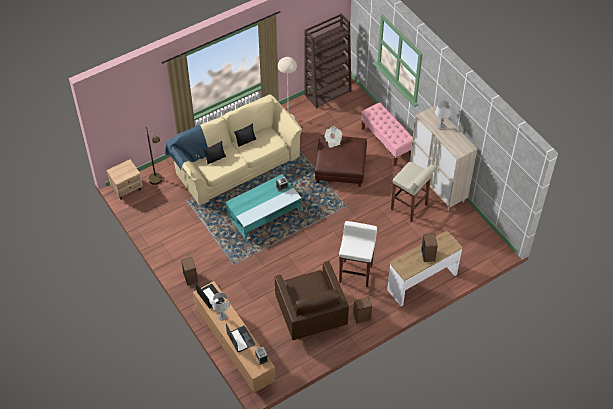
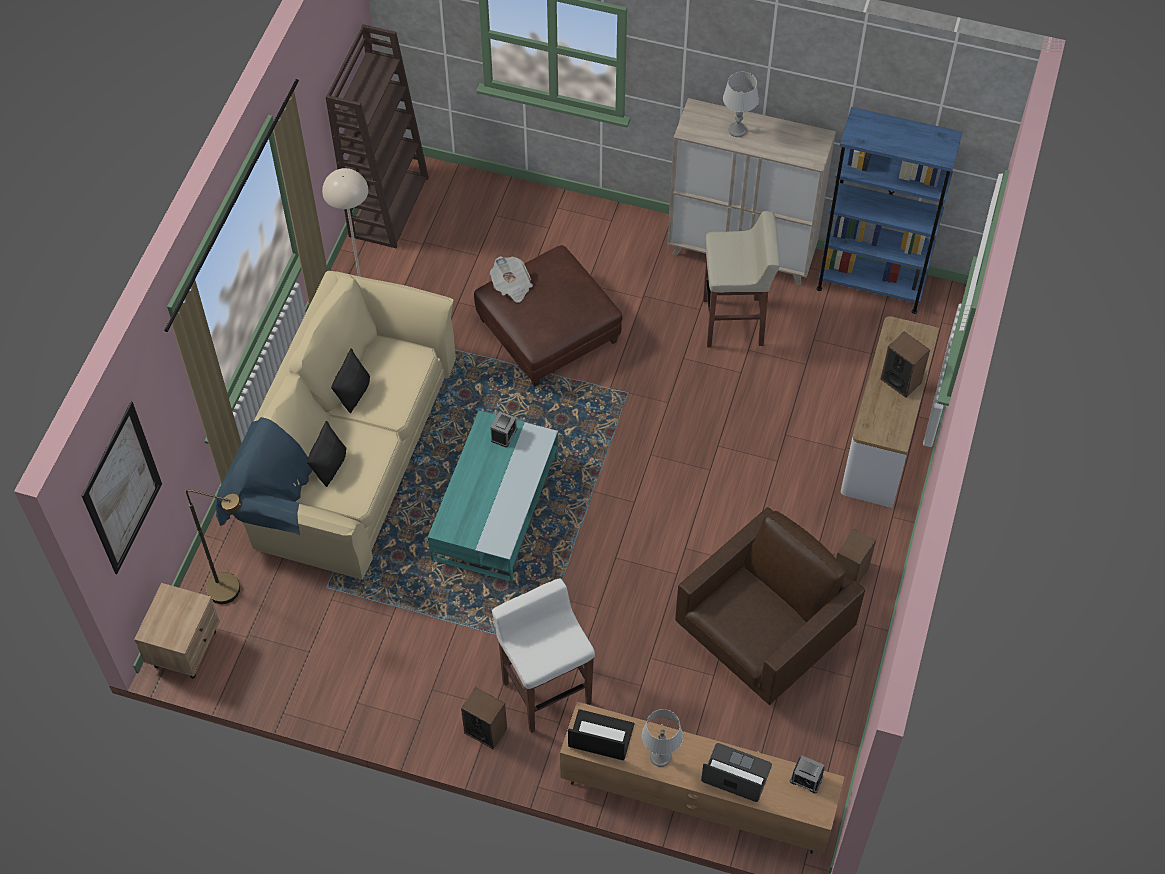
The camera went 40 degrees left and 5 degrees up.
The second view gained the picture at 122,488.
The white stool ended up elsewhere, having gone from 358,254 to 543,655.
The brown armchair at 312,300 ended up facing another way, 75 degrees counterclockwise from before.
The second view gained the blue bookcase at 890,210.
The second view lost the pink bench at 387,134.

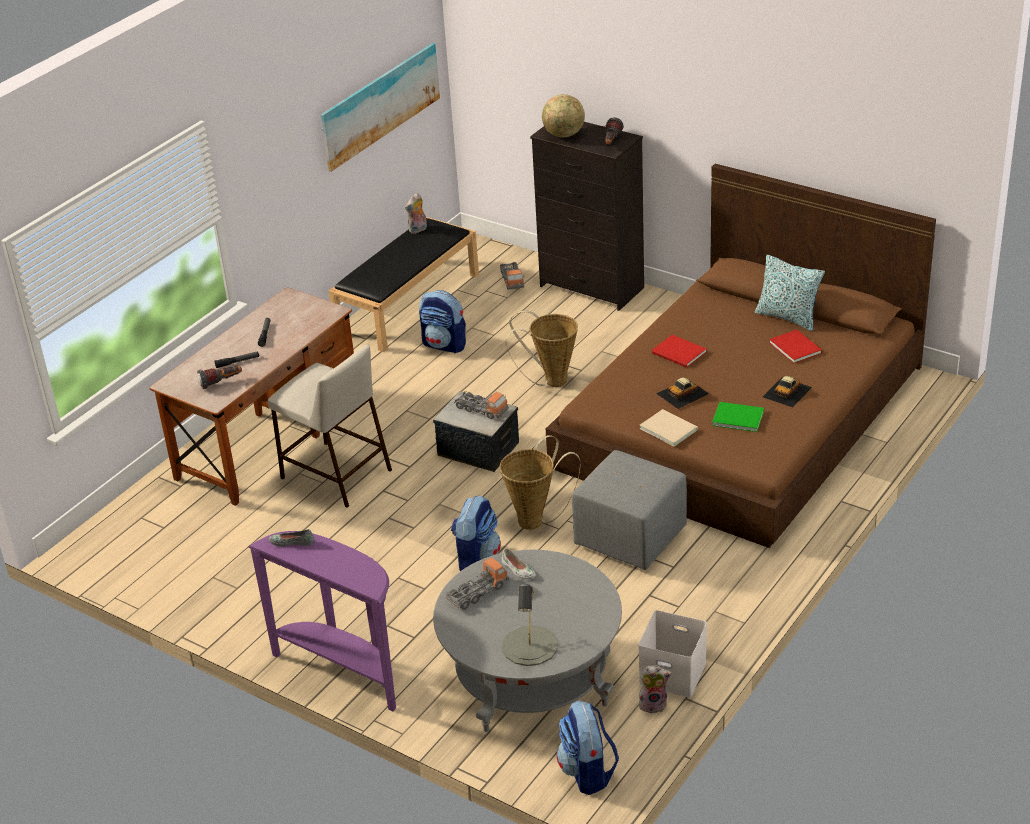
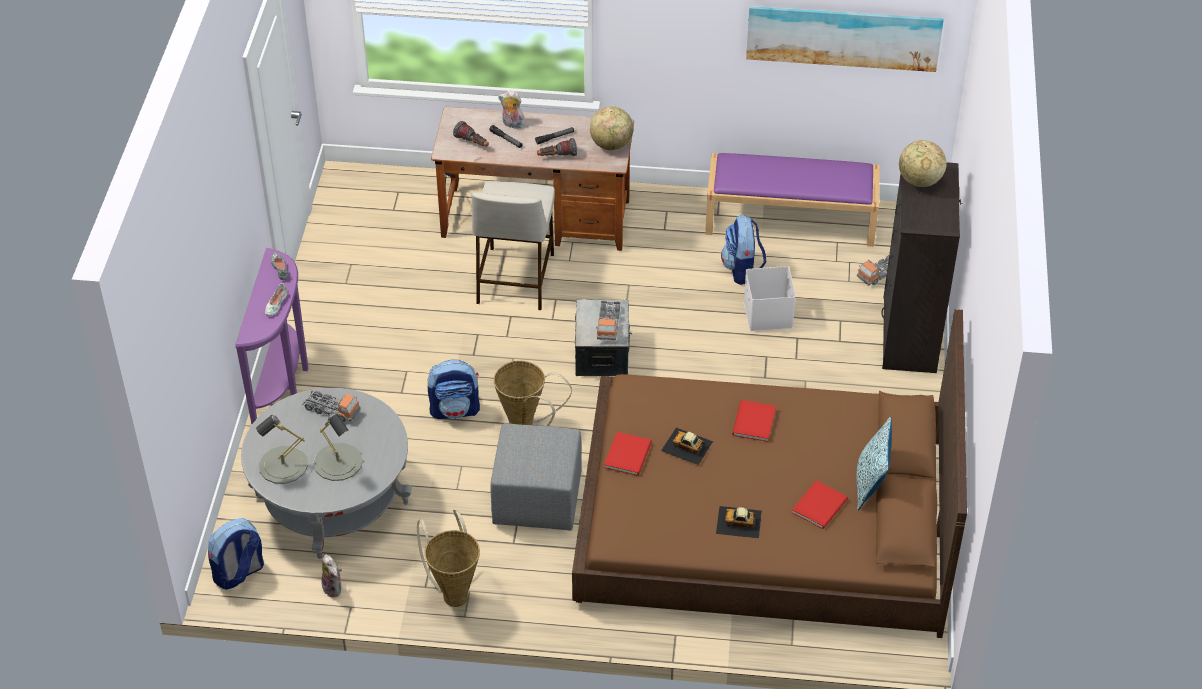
The camera went 60 degrees right and 10 degrees up.
The white shoe ended up elsewhere, having gone from 519,563 to 276,299.
The second view gained the grey table lamp at 338,447.
The basket ended up elsewhere, having gone from 541,348 to 448,558.
The plush toy ended up elsewhere, having gone from 416,213 to 512,109.
The flashlight ended up elsewhere, having gone from 614,130 to 557,147.
The second view gained the globe at 612,128.
What was the beige book at 669,428 turned into the red book at 628,454.
What was the black bench at 404,284 turned into the purple bench at 792,200.
The white storage box ended up elsewhere, having gone from 672,654 to 769,299.
The second view lost the green book at 738,417.

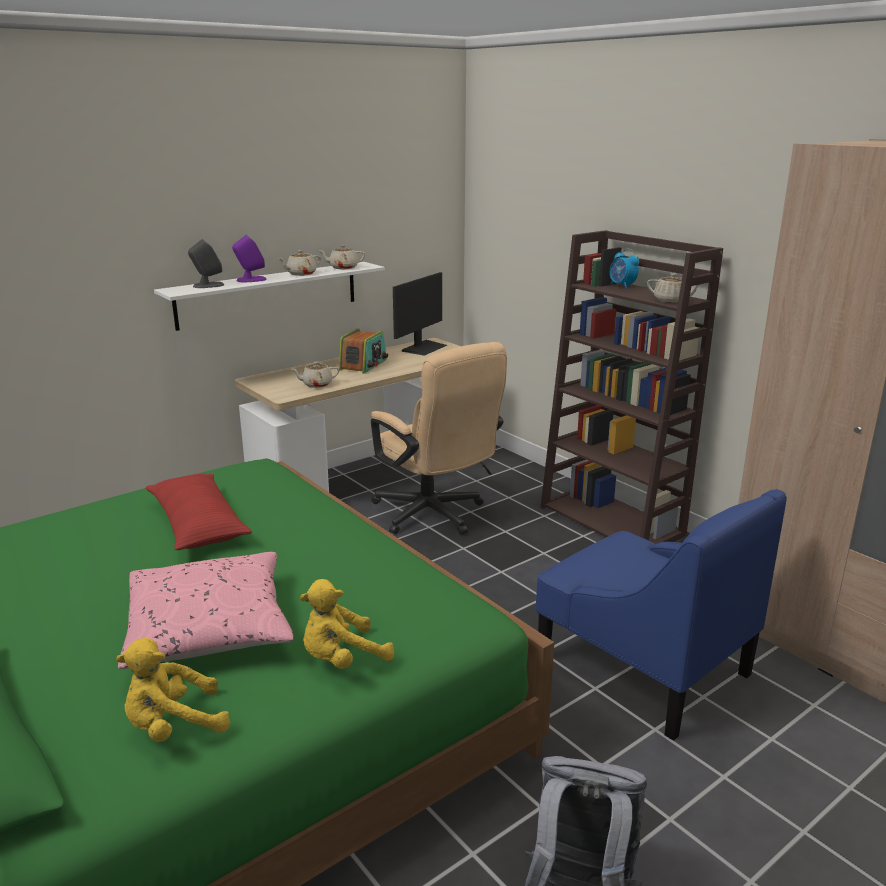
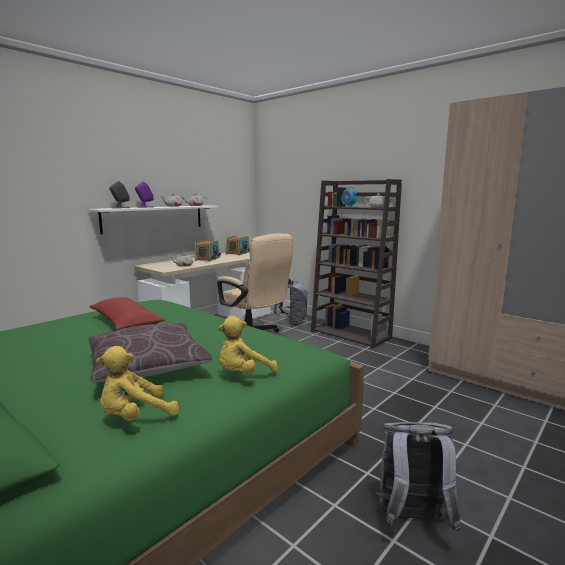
The camera went 10 degrees left and 10 degrees down.
What was the pink pillow at 205,610 turned into the brown pillow at 150,353.
Where the monitor stood at 420,314, the radio came to stand at 237,245.
The second view gained the grey backpack at 291,302.
The second view lost the blue armchair at 661,615.

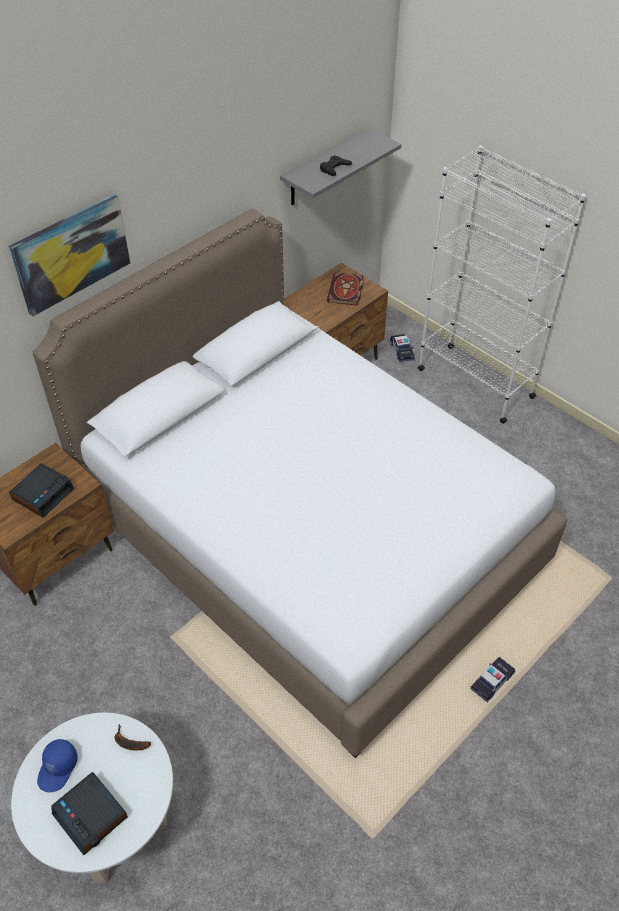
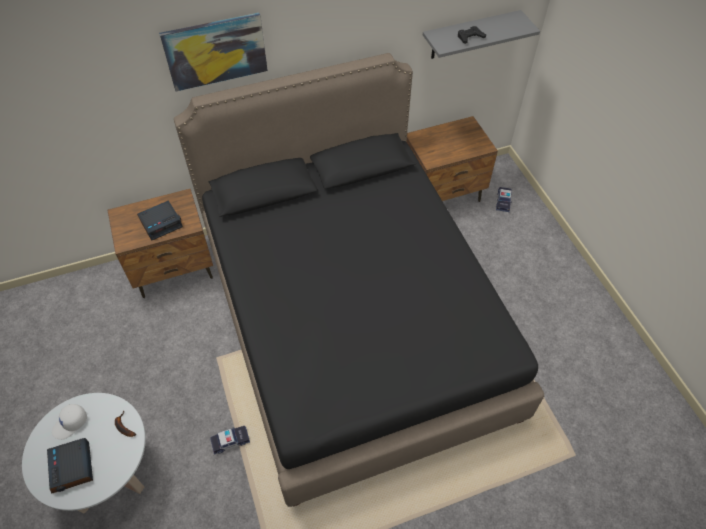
The camera went 25 degrees right and 5 degrees up.
What was the blue cap at 57,765 turned into the white cap at 69,422.
What was the white bed at 300,483 turned into the black bed at 359,280.
The toy car ended up elsewhere, having gone from 492,679 to 230,440.
The second view lost the book at 345,289.
The second view lost the white bookcase at 502,285.

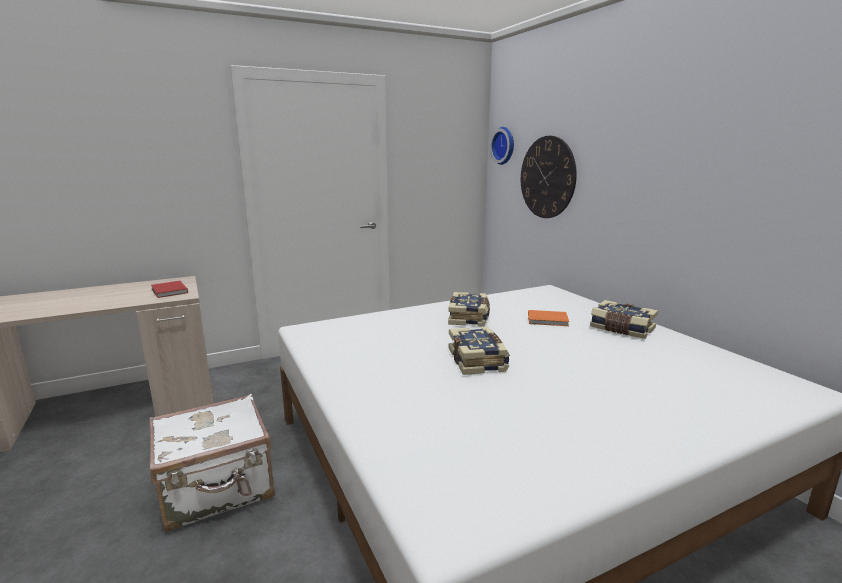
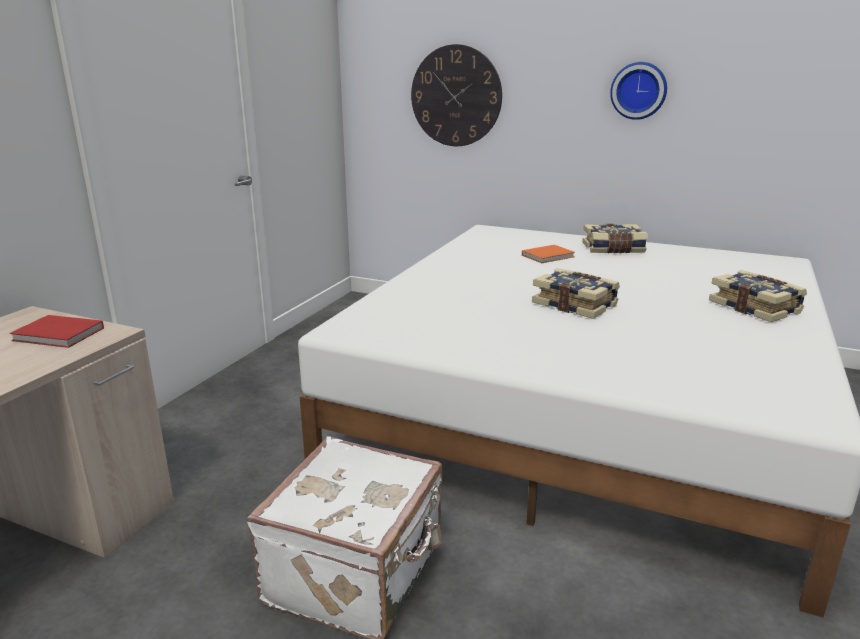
The camera went 40 degrees left and 5 degrees up.
The wall clock ended up elsewhere, having gone from 502,146 to 638,91.
The book ended up elsewhere, having gone from 469,309 to 758,296.

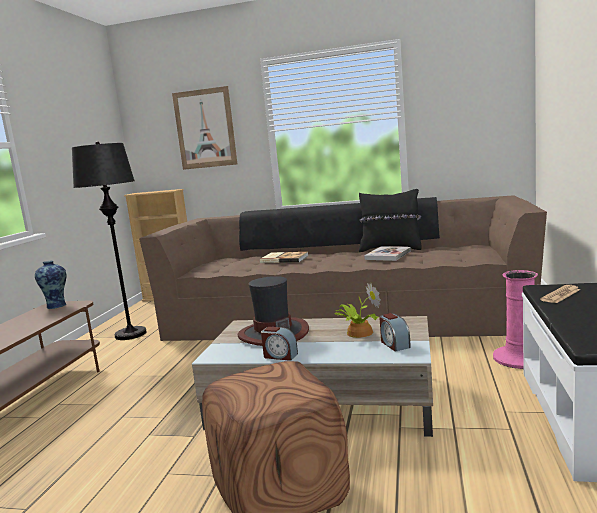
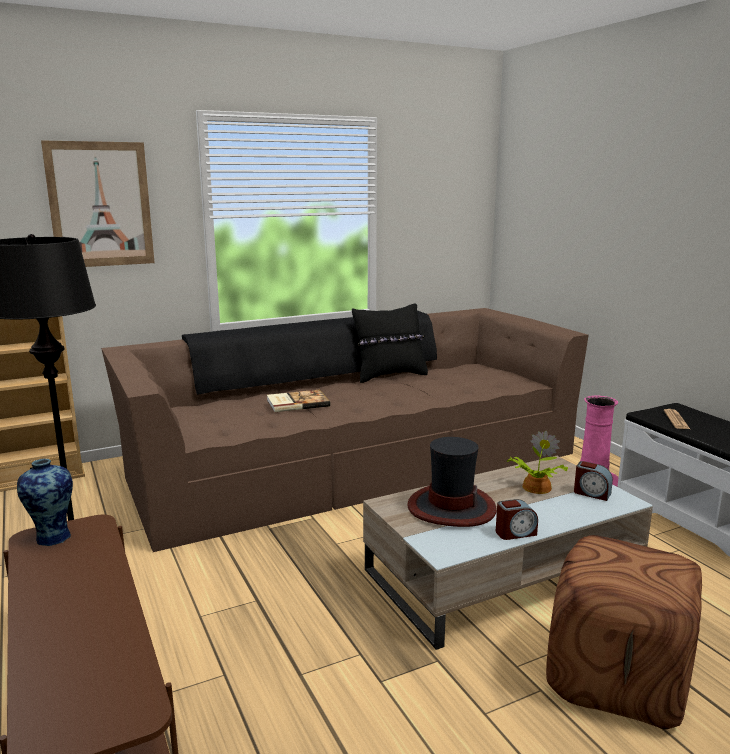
The camera went 40 degrees left and 5 degrees up.
The second view lost the book at 387,253.

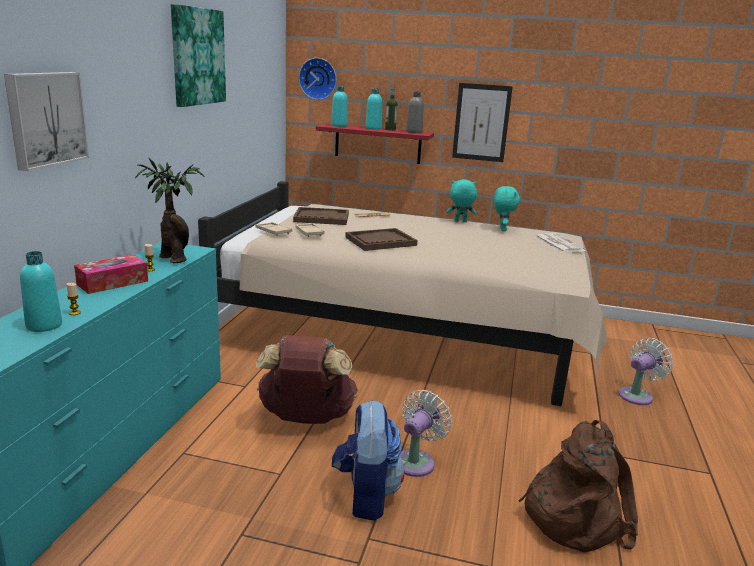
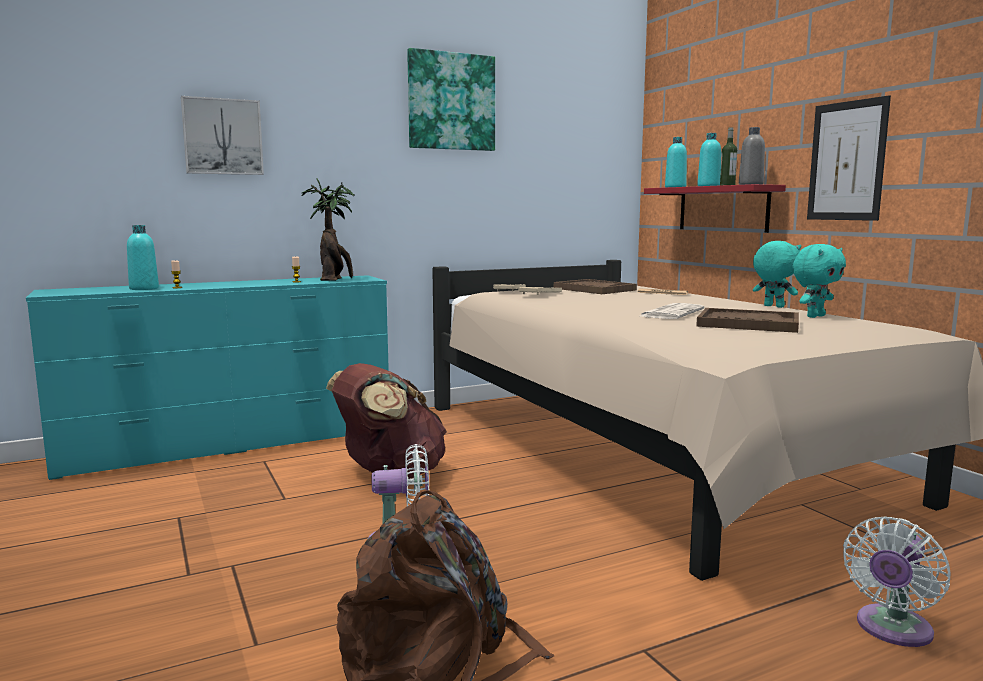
The camera went 50 degrees right and 10 degrees down.
The newspaper ended up elsewhere, having gone from 560,242 to 672,311.
The brown tray ended up elsewhere, having gone from 381,239 to 747,320.
The white fan at 646,371 ended up facing another way, 120 degrees clockwise from before.
The second view lost the tissue box at 111,274.
The second view lost the wall clock at 318,79.
The second view lost the backpack at 368,461.

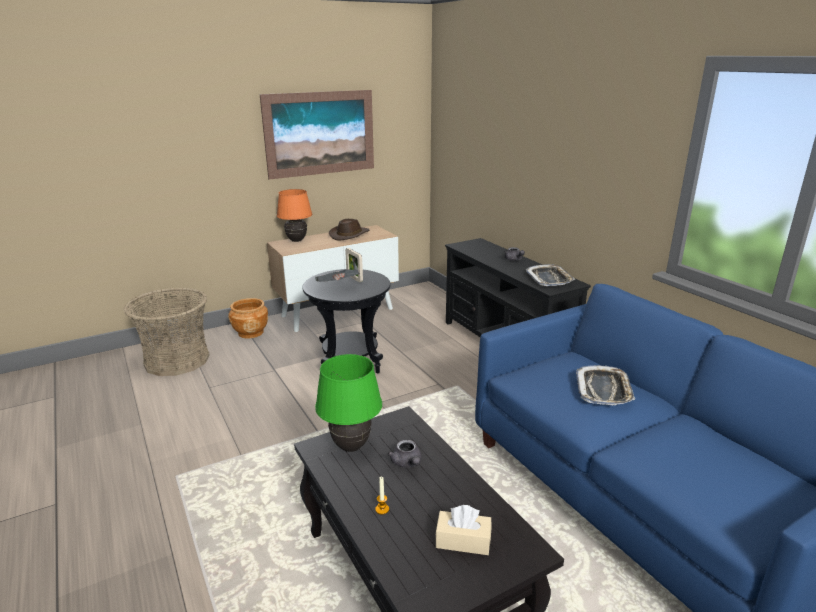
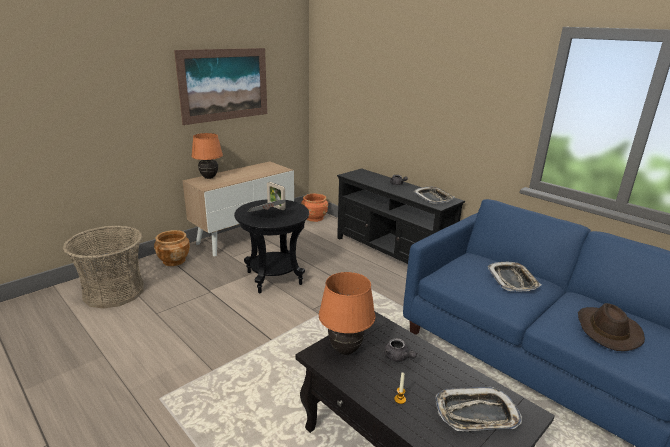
The camera went 15 degrees left and 0 degrees up.
The second view gained the orange planter at 314,208.
What was the green table lamp at 348,403 turned into the orange table lamp at 347,313.
Where the beige tissue box stood at 463,530, the tray came to stand at 478,409.
The brown hat ended up elsewhere, having gone from 349,229 to 611,327.

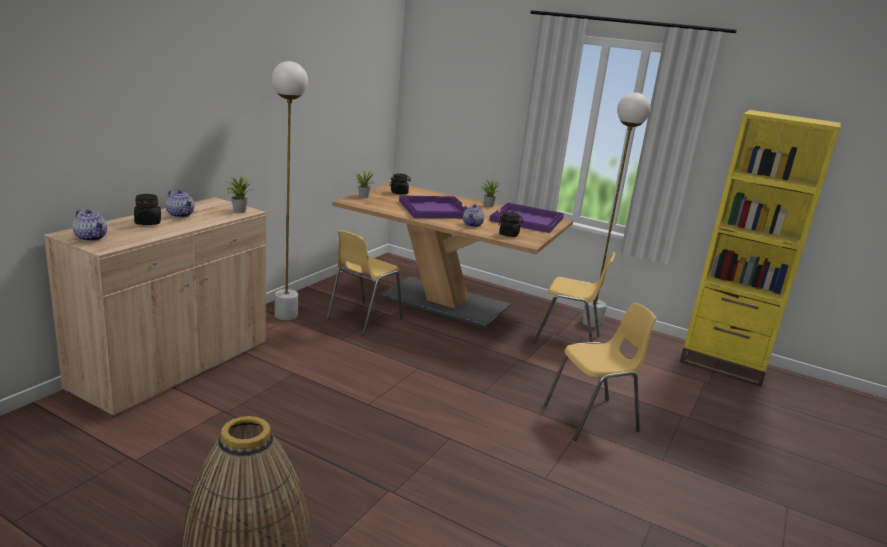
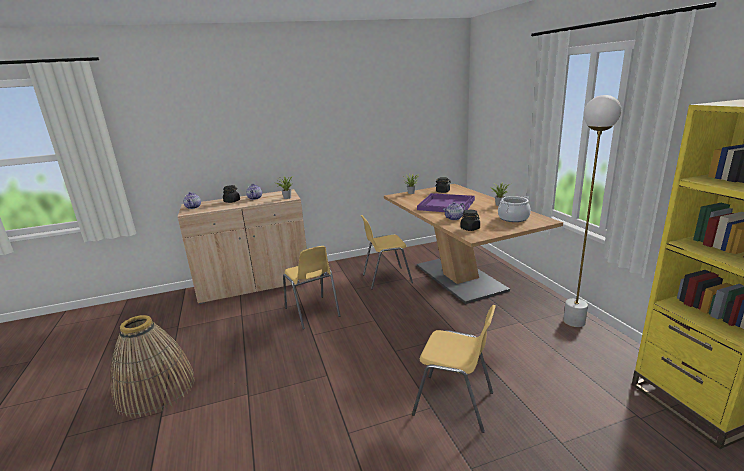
The camera went 45 degrees right and 0 degrees up.
The yellow chair ended up elsewhere, having gone from 574,297 to 312,287.
Where the purple tray stood at 527,218, the cooking pot came to stand at 514,209.
The second view lost the white floor lamp at 290,190.

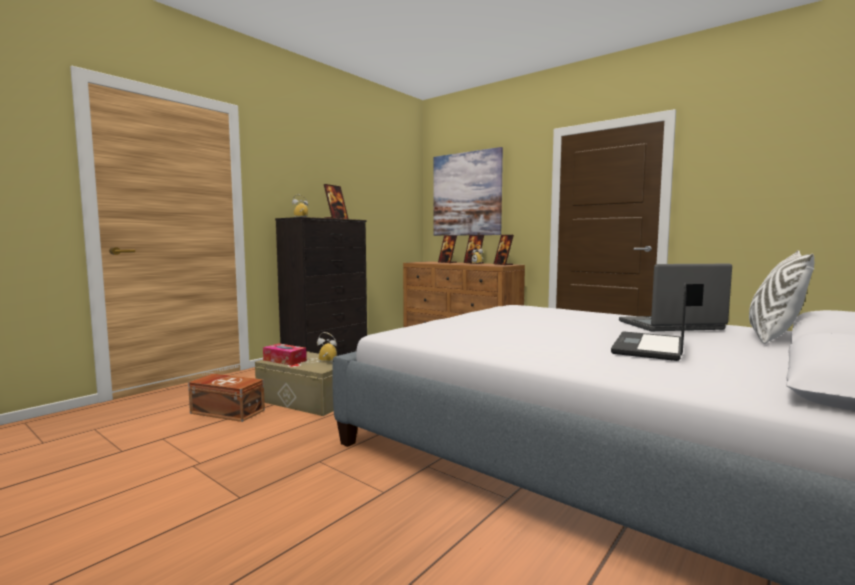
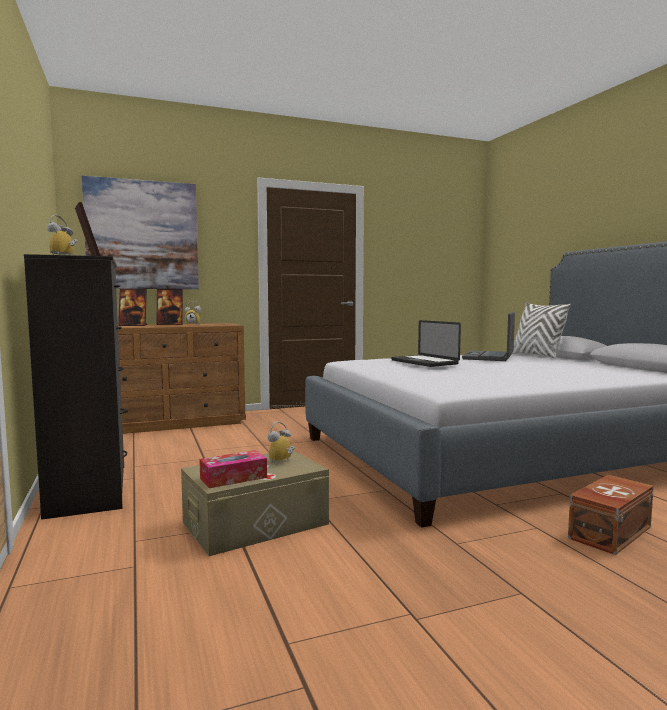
The camera went 60 degrees left and 0 degrees up.
The laptop ended up elsewhere, having gone from 649,321 to 426,343.
The brown storage box ended up elsewhere, having gone from 226,398 to 611,515.
The second view lost the picture frame at 504,250.

